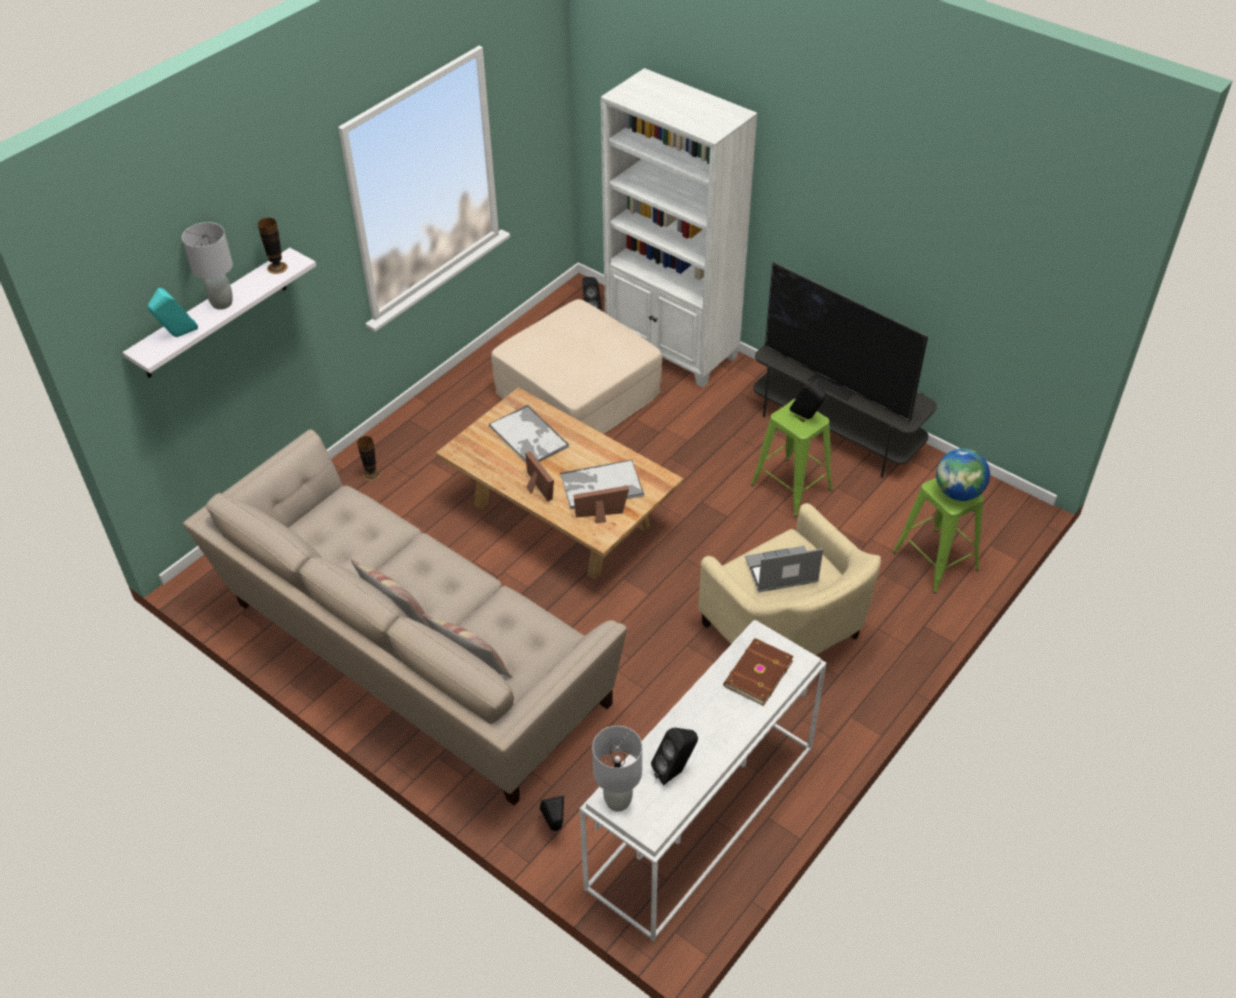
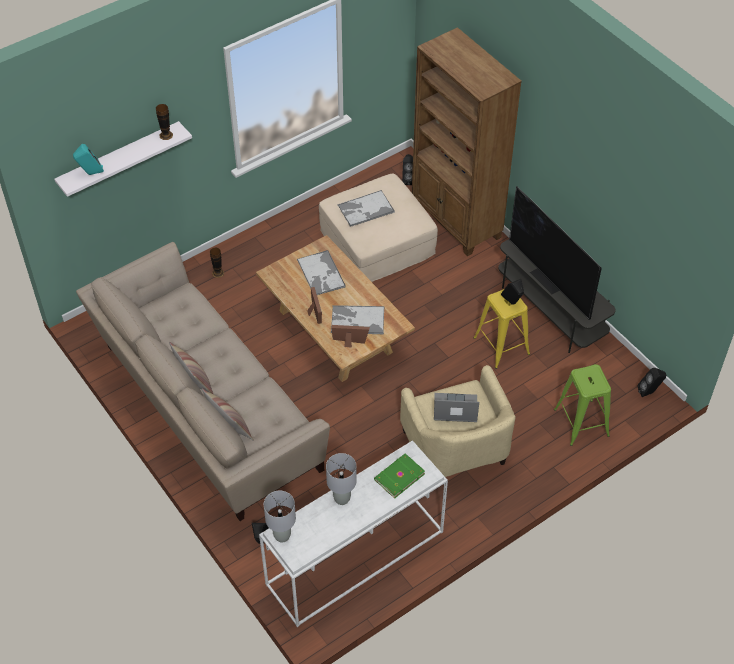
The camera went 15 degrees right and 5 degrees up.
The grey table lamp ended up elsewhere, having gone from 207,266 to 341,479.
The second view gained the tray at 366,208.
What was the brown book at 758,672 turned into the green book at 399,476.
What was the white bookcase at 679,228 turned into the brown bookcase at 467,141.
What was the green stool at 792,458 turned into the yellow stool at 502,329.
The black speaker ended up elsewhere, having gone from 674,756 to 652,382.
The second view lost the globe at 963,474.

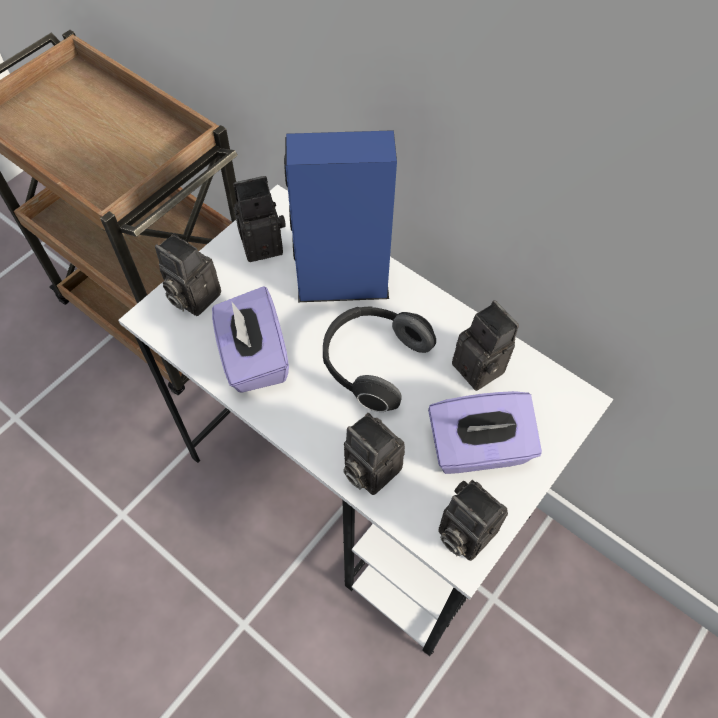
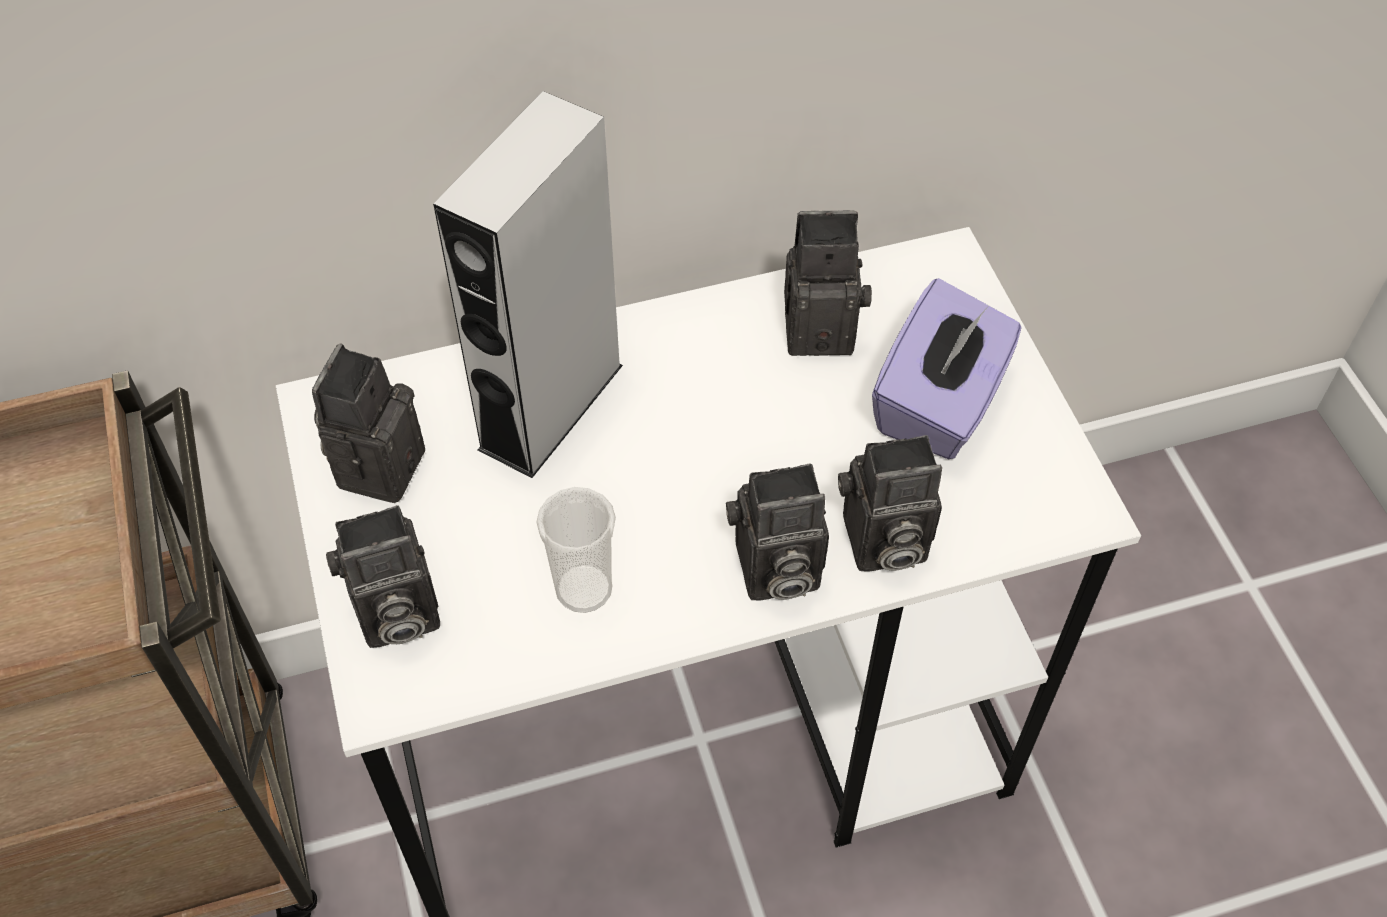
The camera went 55 degrees left and 5 degrees down.
What was the blue speaker at 340,216 turned into the grey speaker at 528,284.
Where the purple tissue box stood at 250,339, the cup came to stand at 576,550.
The photo camera ended up elsewhere, having gone from 473,520 to 777,532.
The second view lost the headphones at 379,359.

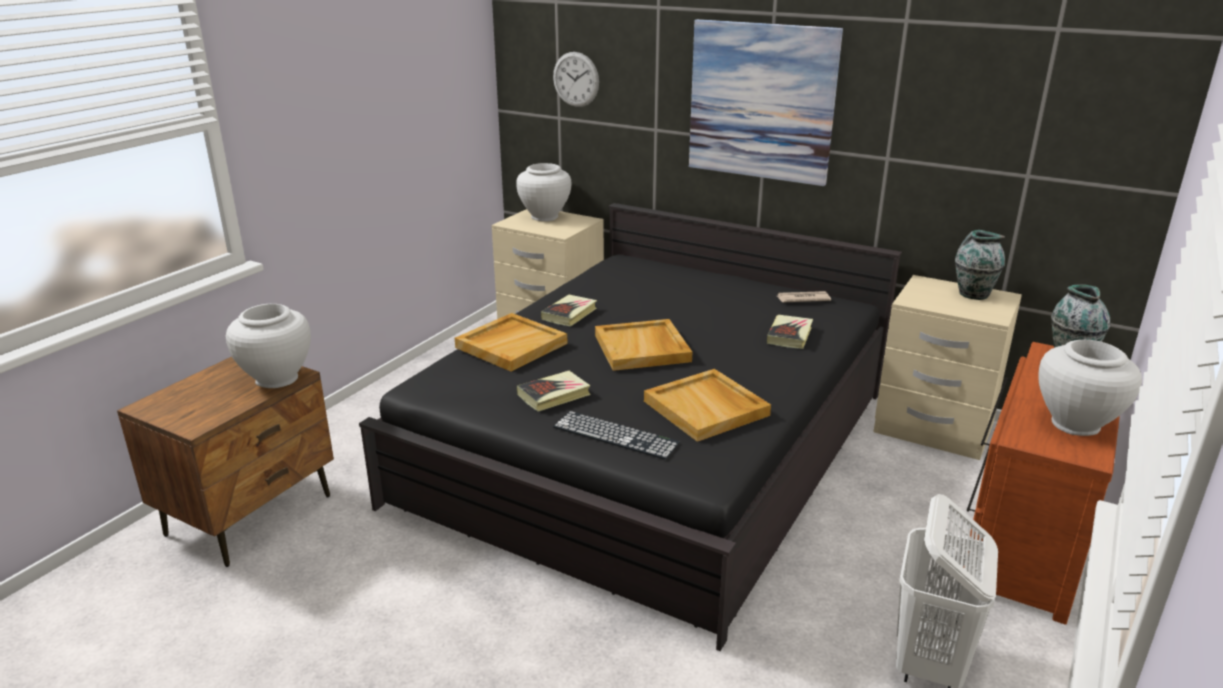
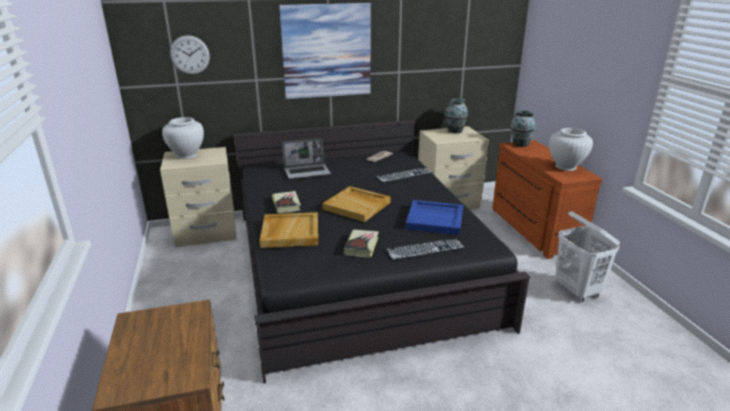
The camera went 45 degrees left and 0 degrees up.
The second view gained the laptop at 306,158.
Where the book stood at 790,332, the keyboard came to stand at 404,175.
What was the beige tray at 707,405 turned into the blue tray at 434,217.
The second view lost the white vase at 268,346.

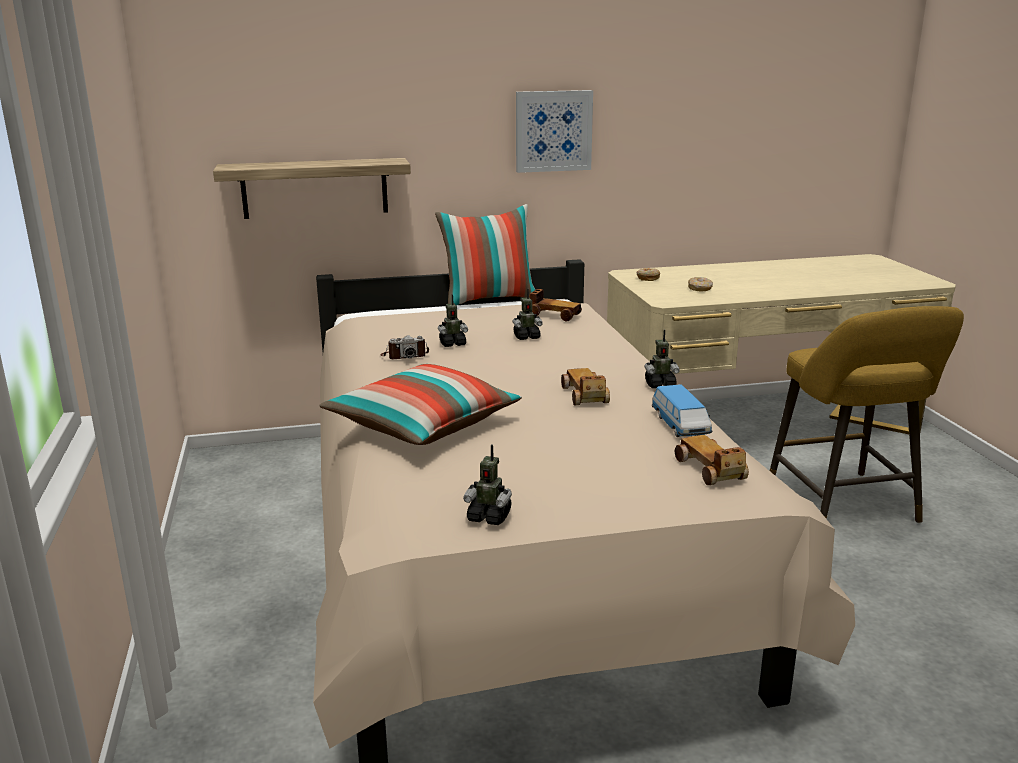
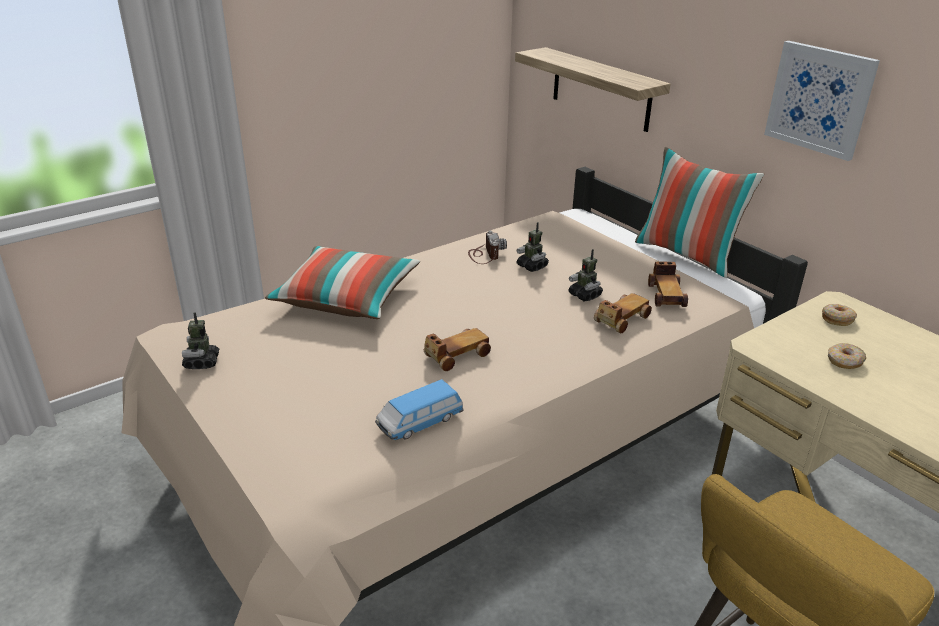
The camera went 65 degrees right and 10 degrees up.
The photo camera at 404,347 ended up facing another way, 150 degrees counterclockwise from before.
The toy car ended up elsewhere, having gone from 712,460 to 623,313.
The second view lost the toy robot at 662,358.

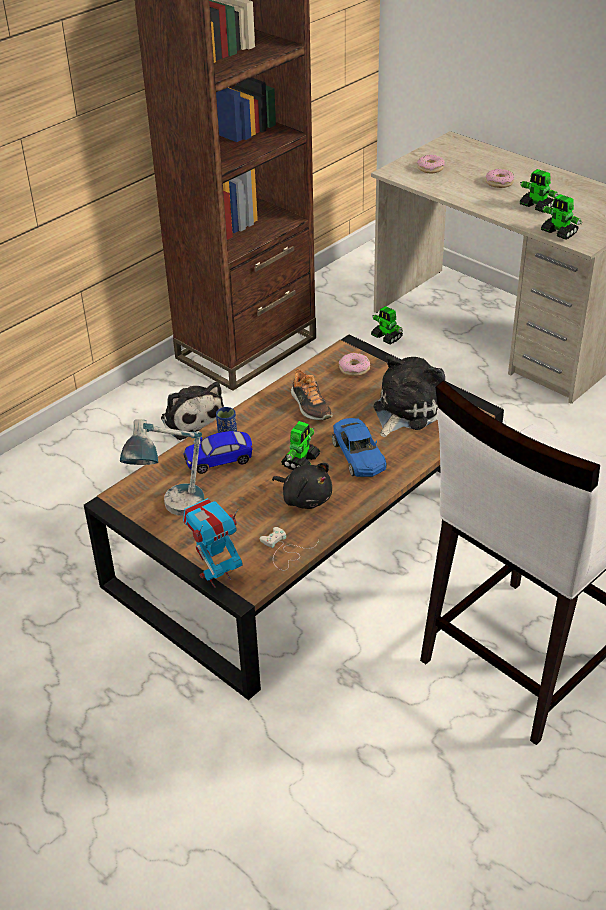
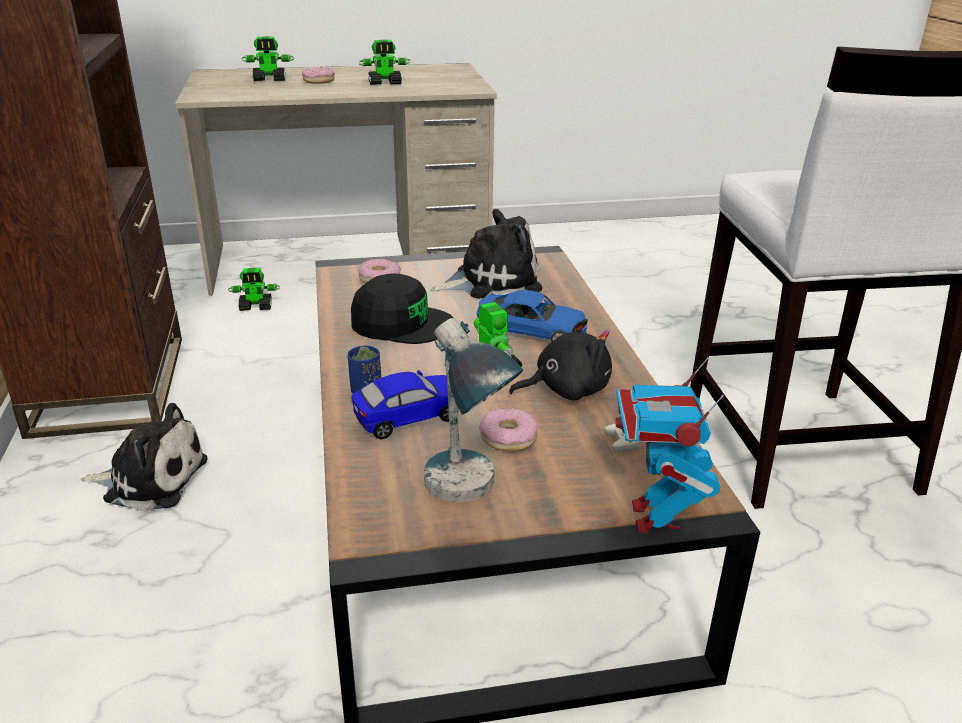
The camera went 55 degrees left and 10 degrees down.
The toy robot ended up elsewhere, having gone from 561,217 to 268,58.
Where the shoe stood at 312,394, the black cap came to stand at 402,308.
The toy car at 217,452 ended up facing another way, 135 degrees counterclockwise from before.
The plush toy at 409,396 ended up facing another way, 90 degrees clockwise from before.
The donut ended up elsewhere, having gone from 431,164 to 508,429.

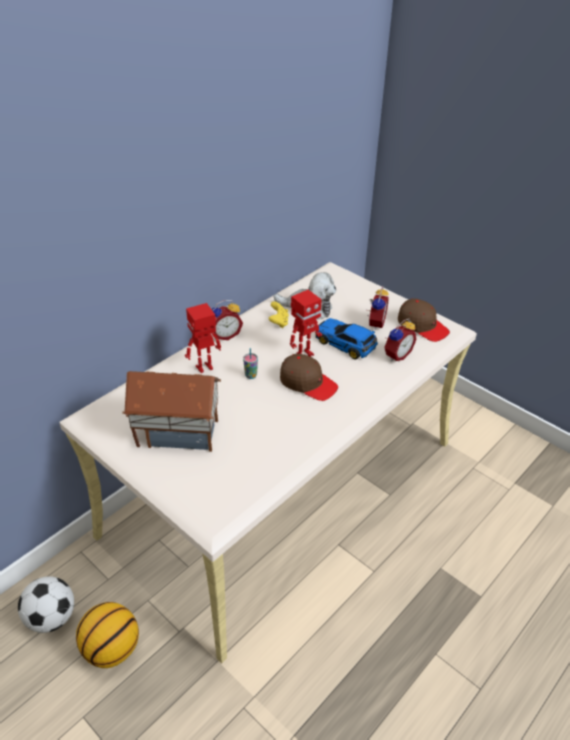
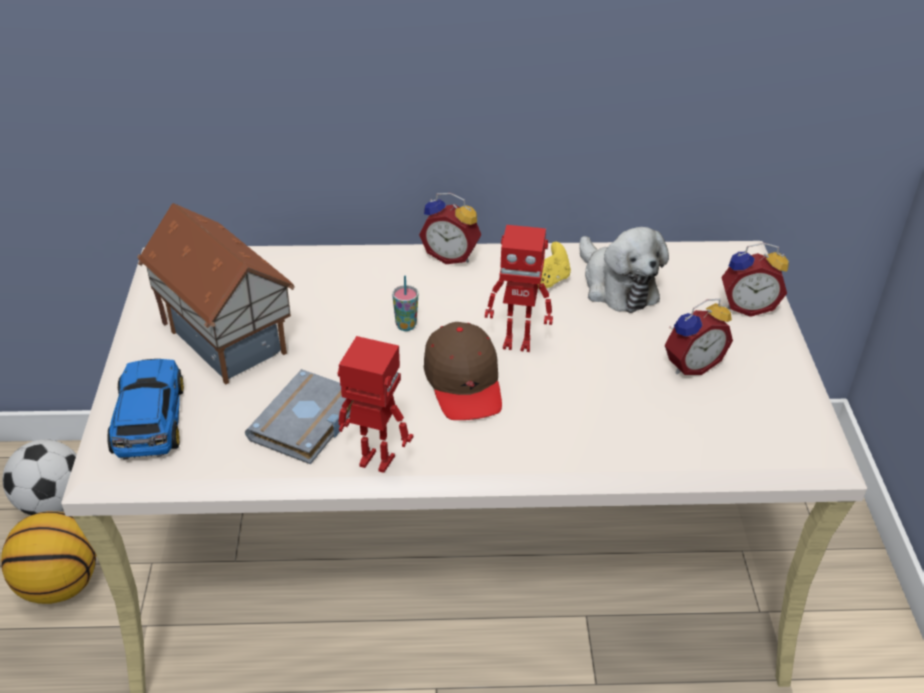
The camera went 45 degrees right and 0 degrees up.
The toy car ended up elsewhere, having gone from 347,339 to 145,409.
The second view gained the grey book at 299,417.
The toy robot ended up elsewhere, having gone from 203,338 to 375,404.
The alarm clock ended up elsewhere, having gone from 400,340 to 755,280.
The second view lost the brown cap at 424,320.

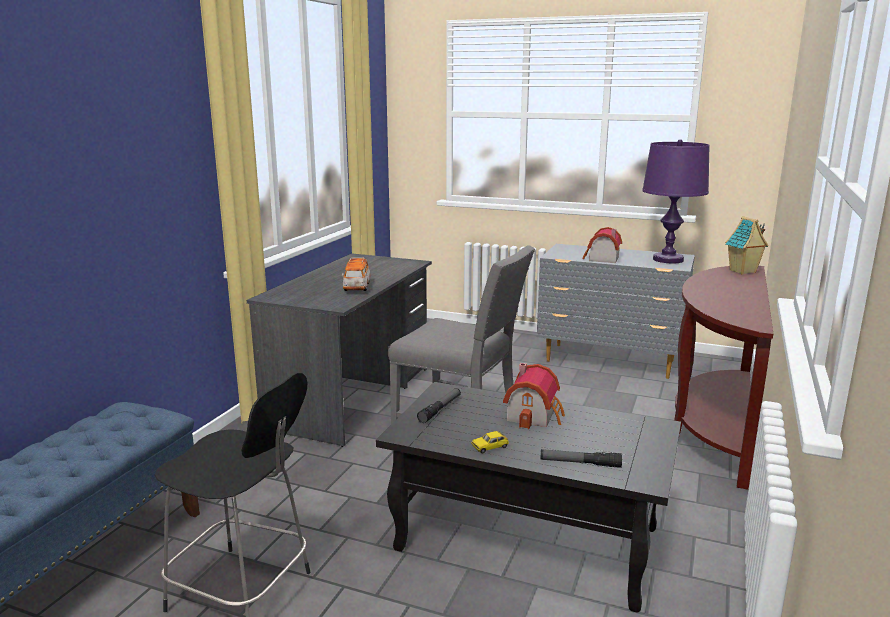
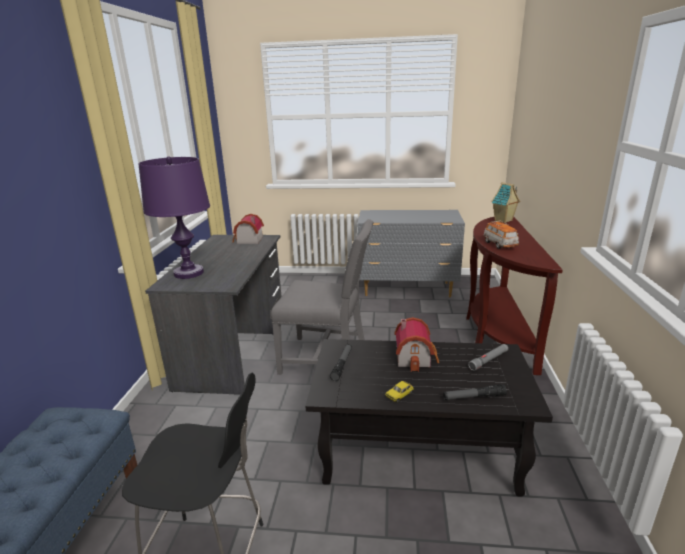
The camera went 15 degrees left and 5 degrees up.
The purple table lamp ended up elsewhere, having gone from 676,201 to 174,217.
The toy house ended up elsewhere, having gone from 602,245 to 248,229.
The second view gained the grey flashlight at 488,357.
The toy car ended up elsewhere, having gone from 356,274 to 501,234.

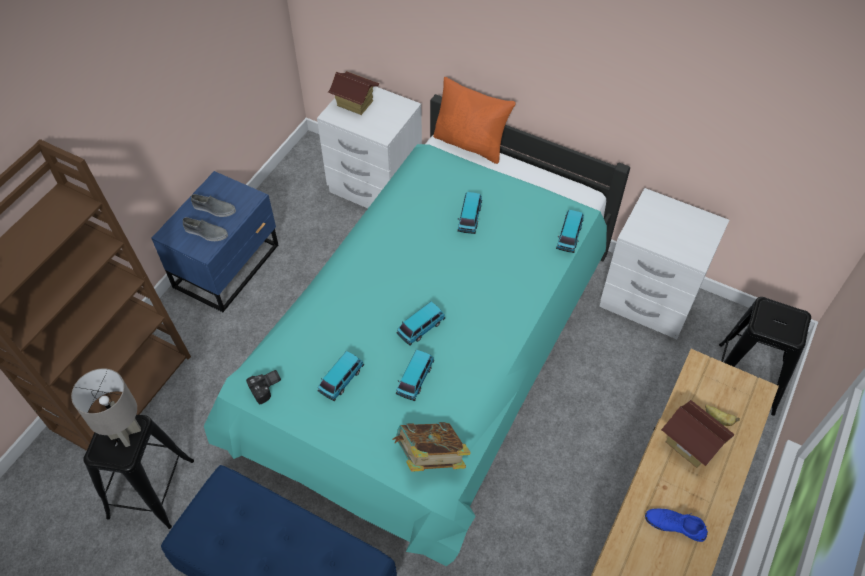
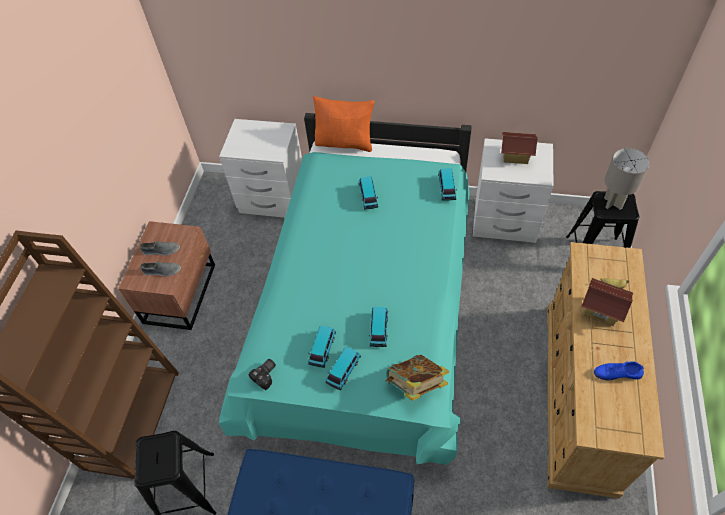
The camera went 15 degrees left and 0 degrees up.
What was the blue nightstand at 214,241 turned into the brown nightstand at 166,275.
The toy car ended up elsewhere, having gone from 421,324 to 343,369.
The toy house ended up elsewhere, having gone from 354,93 to 519,148.
The grey table lamp ended up elsewhere, having gone from 106,407 to 627,179.

